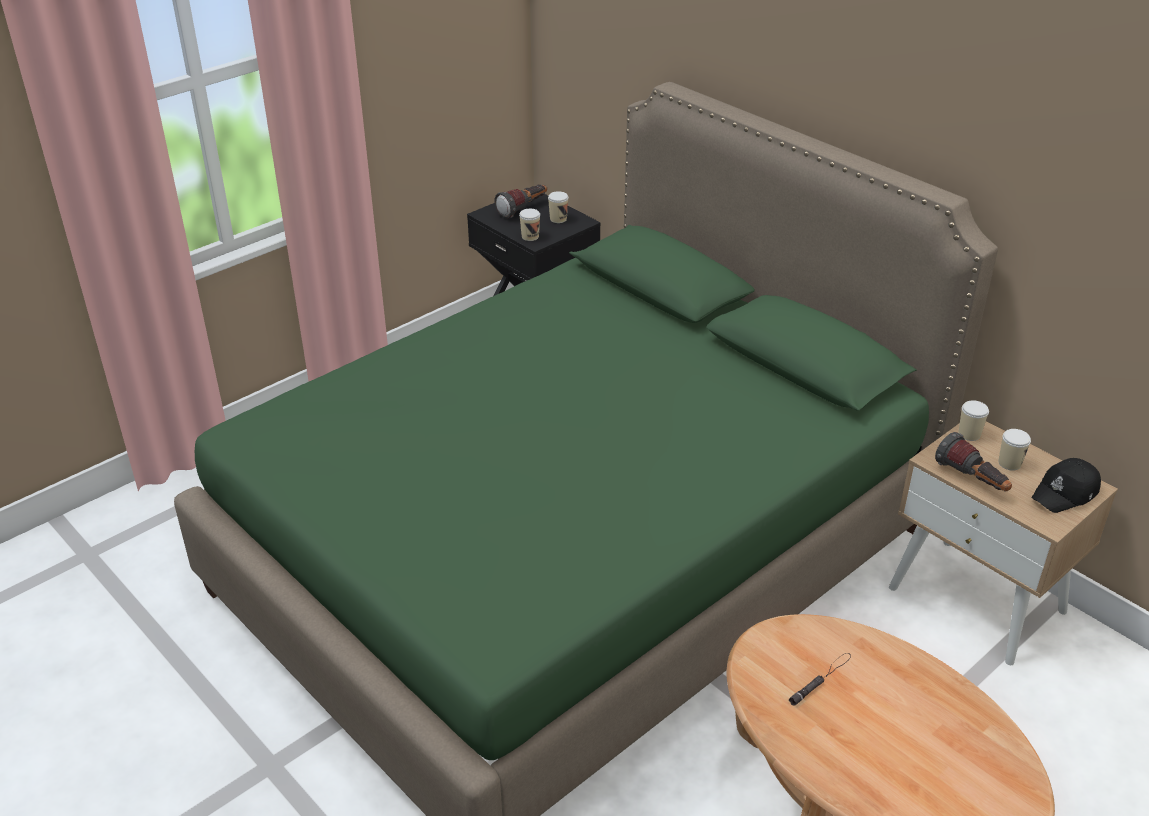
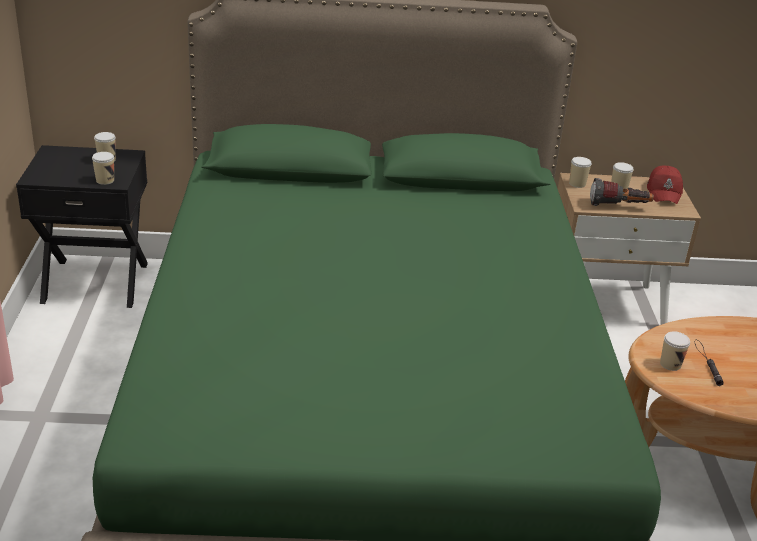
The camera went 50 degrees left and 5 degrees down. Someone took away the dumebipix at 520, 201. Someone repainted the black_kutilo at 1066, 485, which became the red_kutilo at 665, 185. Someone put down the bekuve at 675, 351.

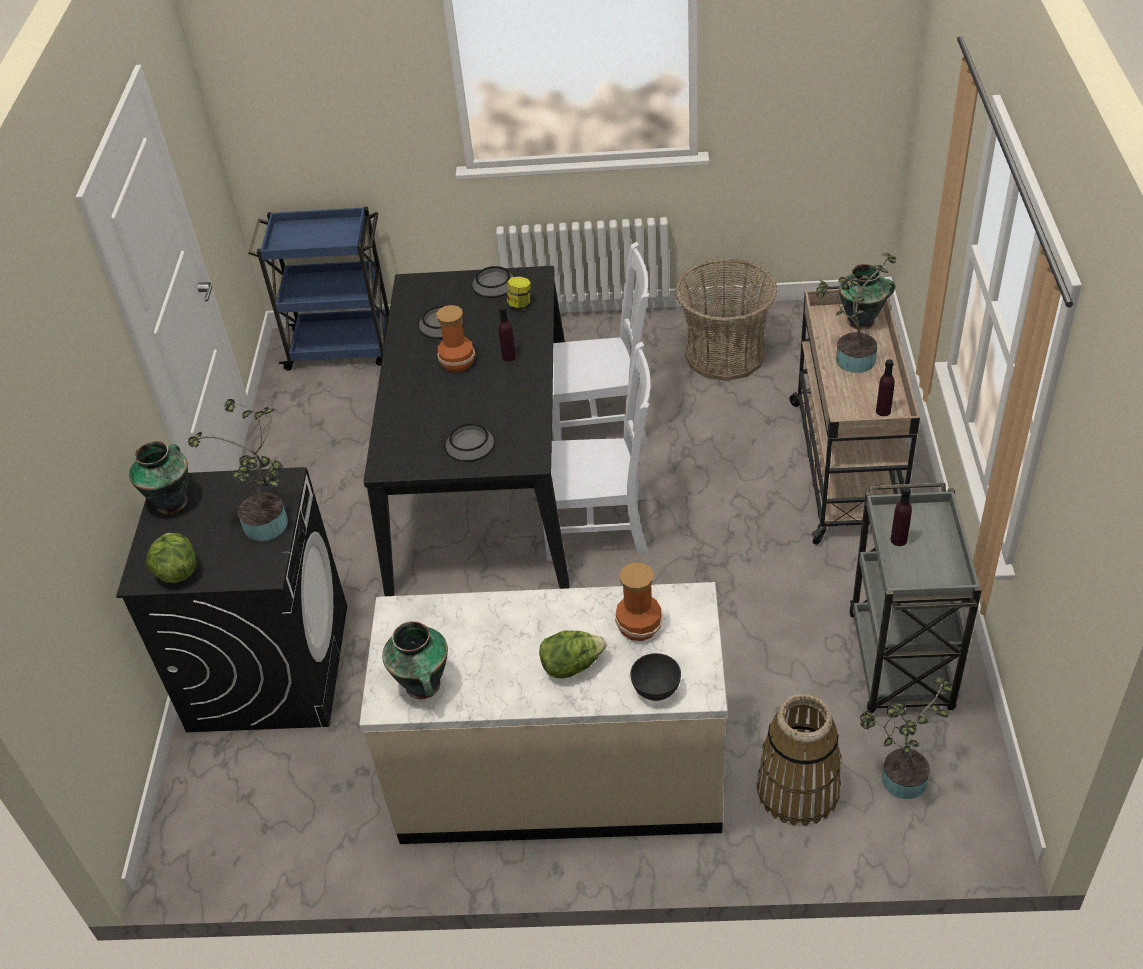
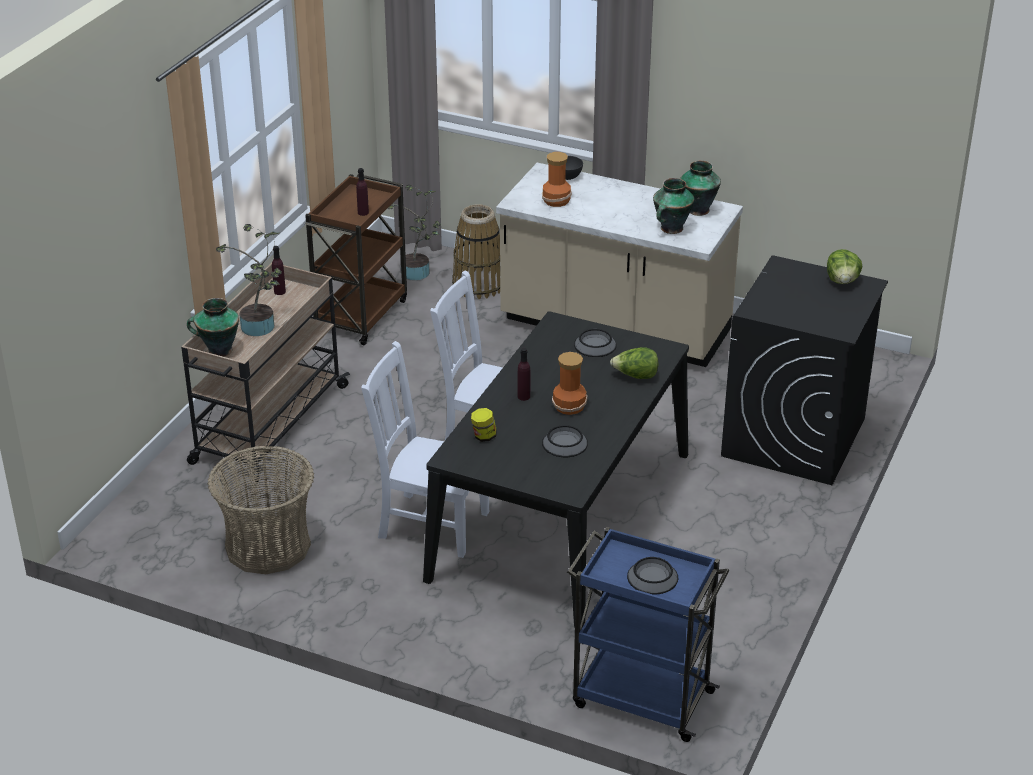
The camera went 160 degrees left and 10 degrees down. Someone carried the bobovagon from 158, 477 to 673, 206. Someone took away the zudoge at 238, 470. Someone carried the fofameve from 492, 282 to 652, 576. Someone carried the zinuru from 572, 654 to 634, 363. Someone repainted the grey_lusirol at 915, 597, which became the brown_lusirol at 356, 259.

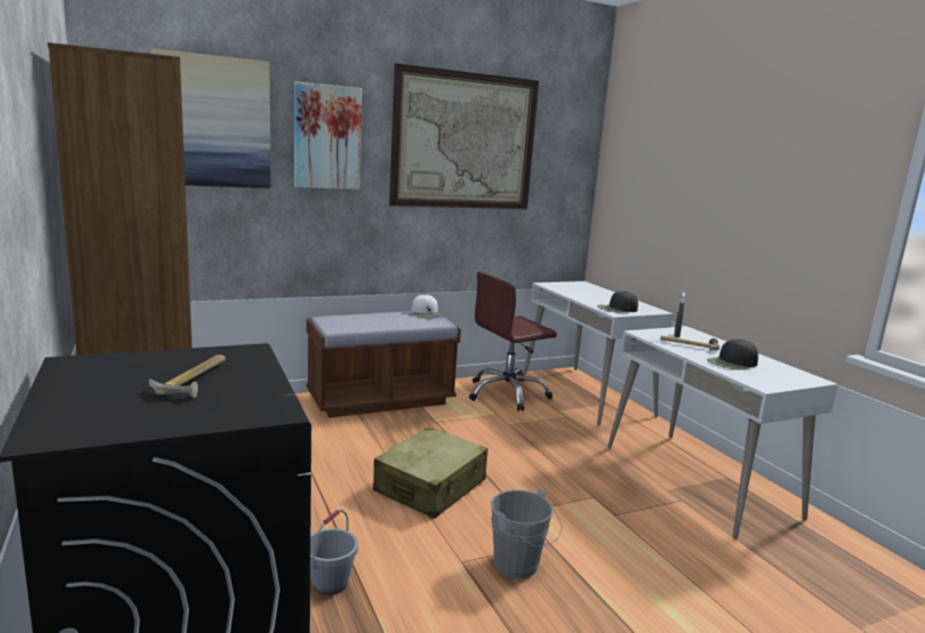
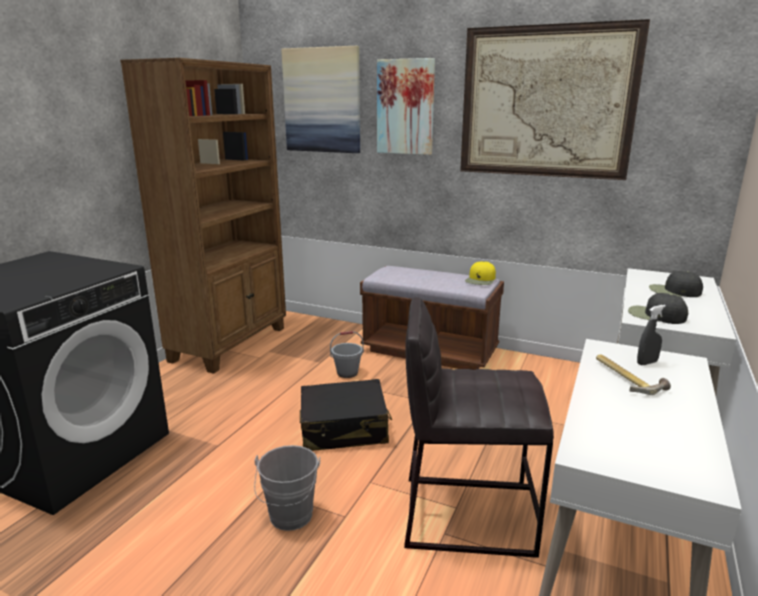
The camera went 50 degrees right and 5 degrees up. Someone took away the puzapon at 187, 376. Someone carried the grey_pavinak from 334, 552 to 347, 354. Someone repainted the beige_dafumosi at 430, 473, which became the black_dafumosi at 346, 415. Someone repainted the white_kutilo at 427, 305, which became the yellow_kutilo at 480, 273. Someone took away the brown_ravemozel at 513, 341. Someone carried the black_kutilo from 732, 354 to 676, 284. Someone put down the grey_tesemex at 479, 427.

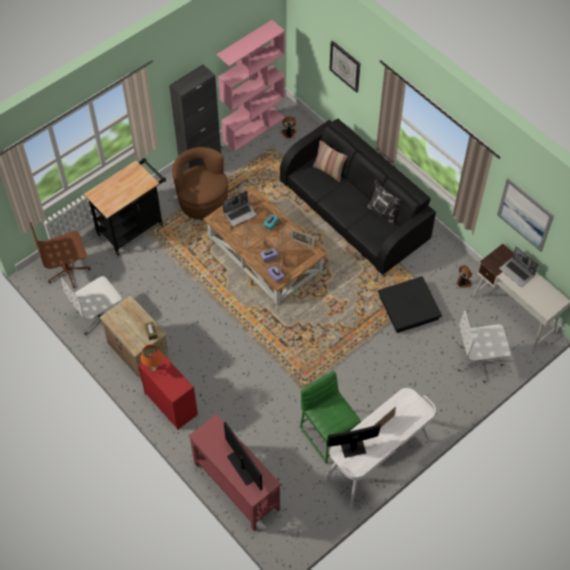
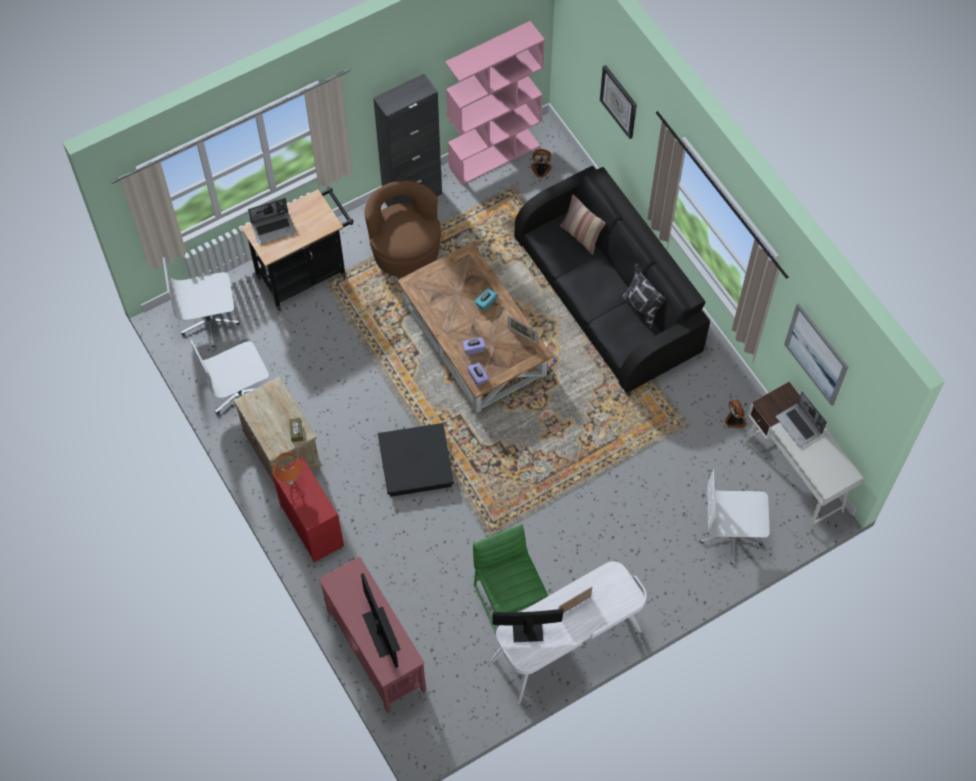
The camera went 10 degrees right and 5 degrees up. Someone repainted the brown_ravemozel at 60, 255, which became the white_ravemozel at 201, 302. Someone carried the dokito from 240, 208 to 272, 221. Someone carried the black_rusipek from 410, 304 to 416, 460.

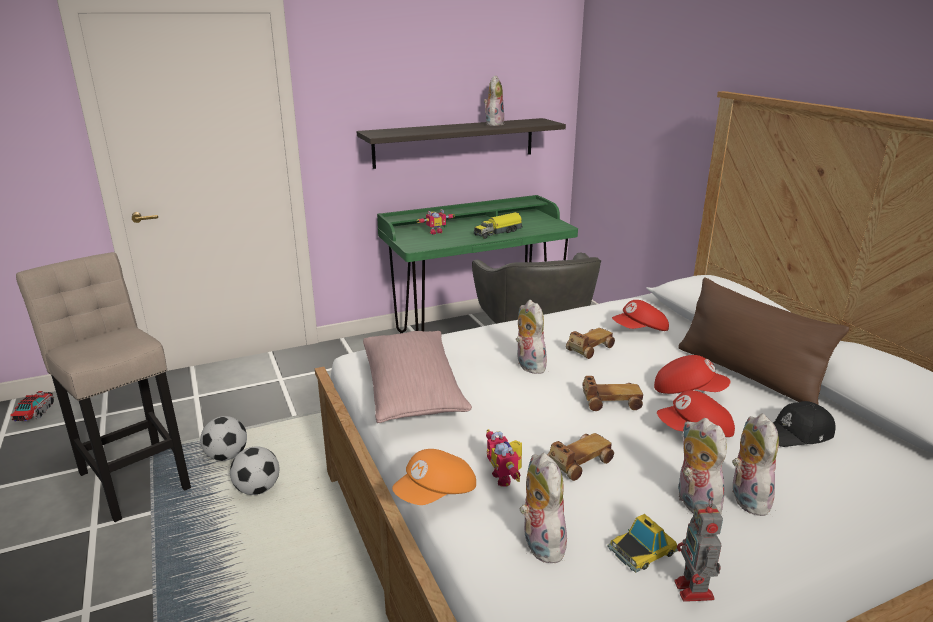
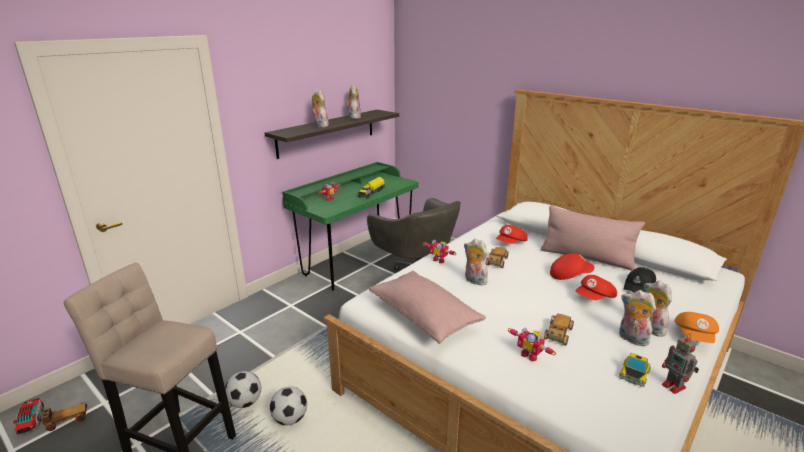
The camera went 25 degrees left and 0 degrees up. Someone carried the orange_kutilo from 434, 477 to 696, 327. Someone carried the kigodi from 544, 508 to 321, 108. Someone carried the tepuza from 612, 393 to 64, 417. Someone repainted the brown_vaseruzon at 763, 341, which became the pink_vaseruzon at 593, 238. Someone put down the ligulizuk at 440, 251.

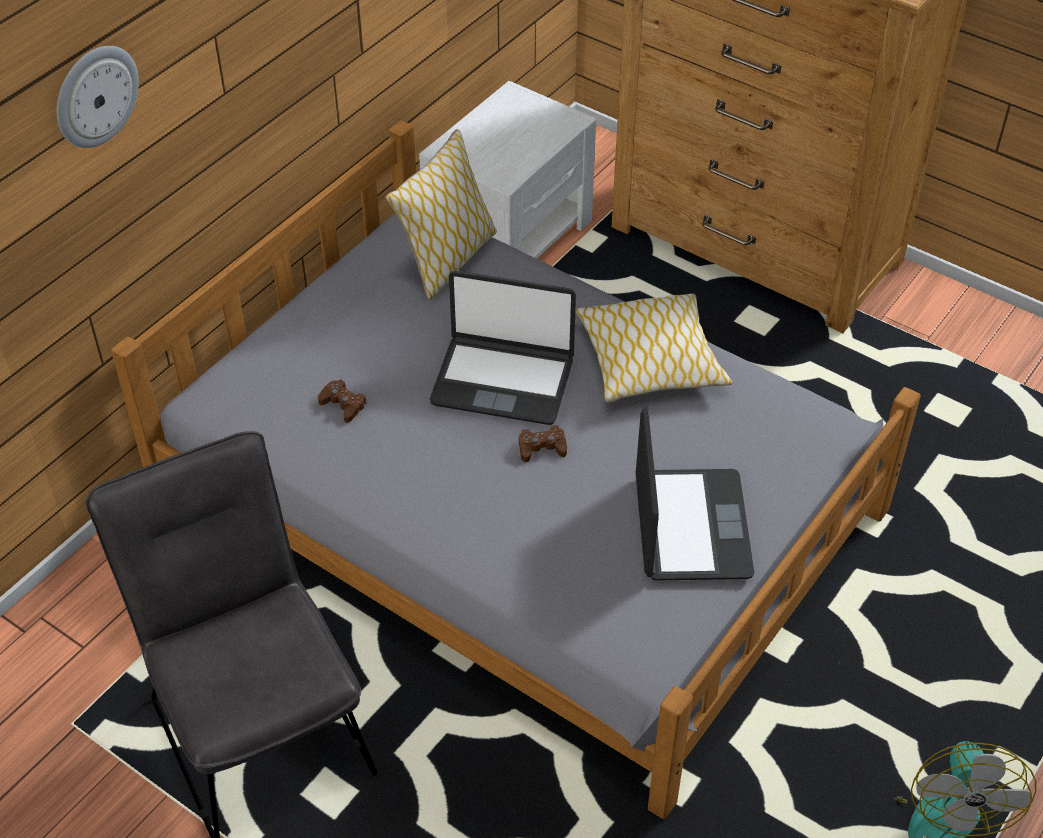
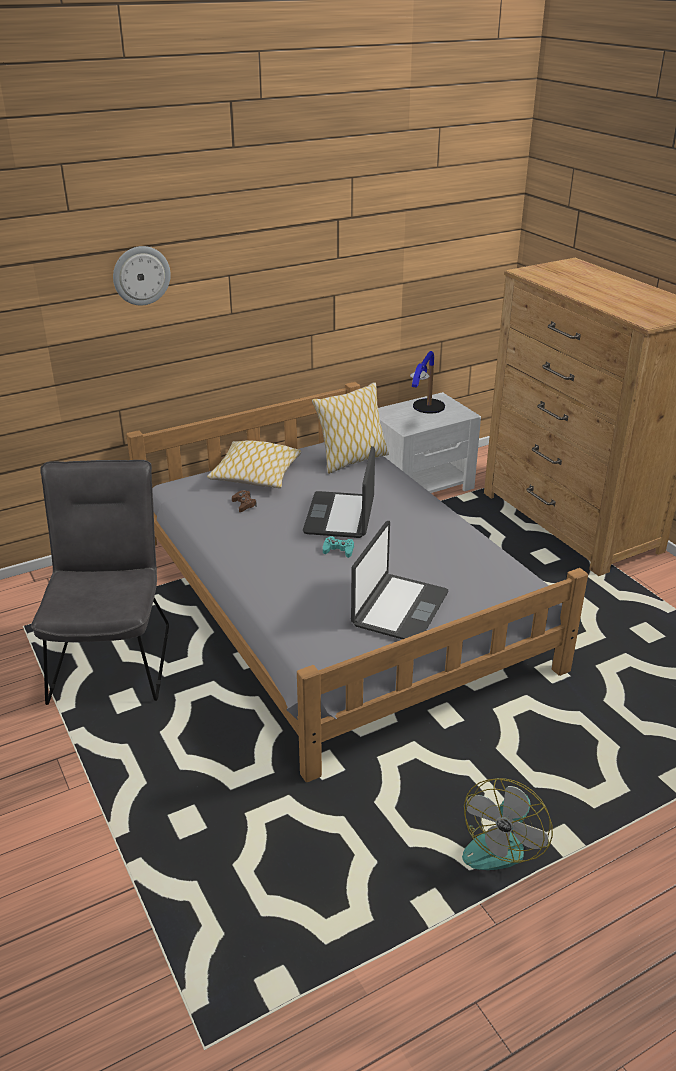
The camera went 25 degrees right and 15 degrees down. Someone rotated the dokito at 503, 348 by 60 degrees clockwise. Someone repainted the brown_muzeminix at 543, 443, which became the turquoise_muzeminix at 338, 547. Someone carried the vaseruzon from 653, 348 to 254, 464. Someone put down the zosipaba at 427, 382.

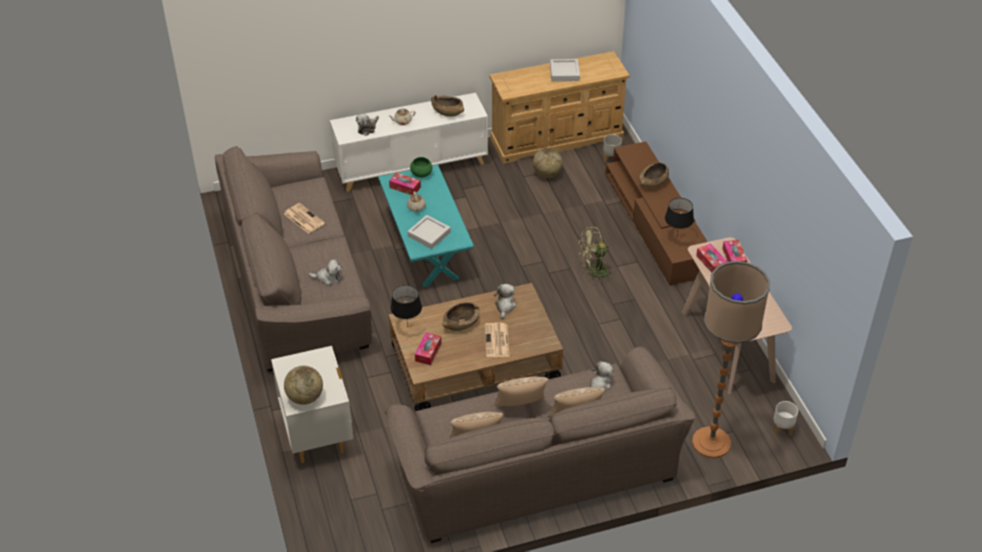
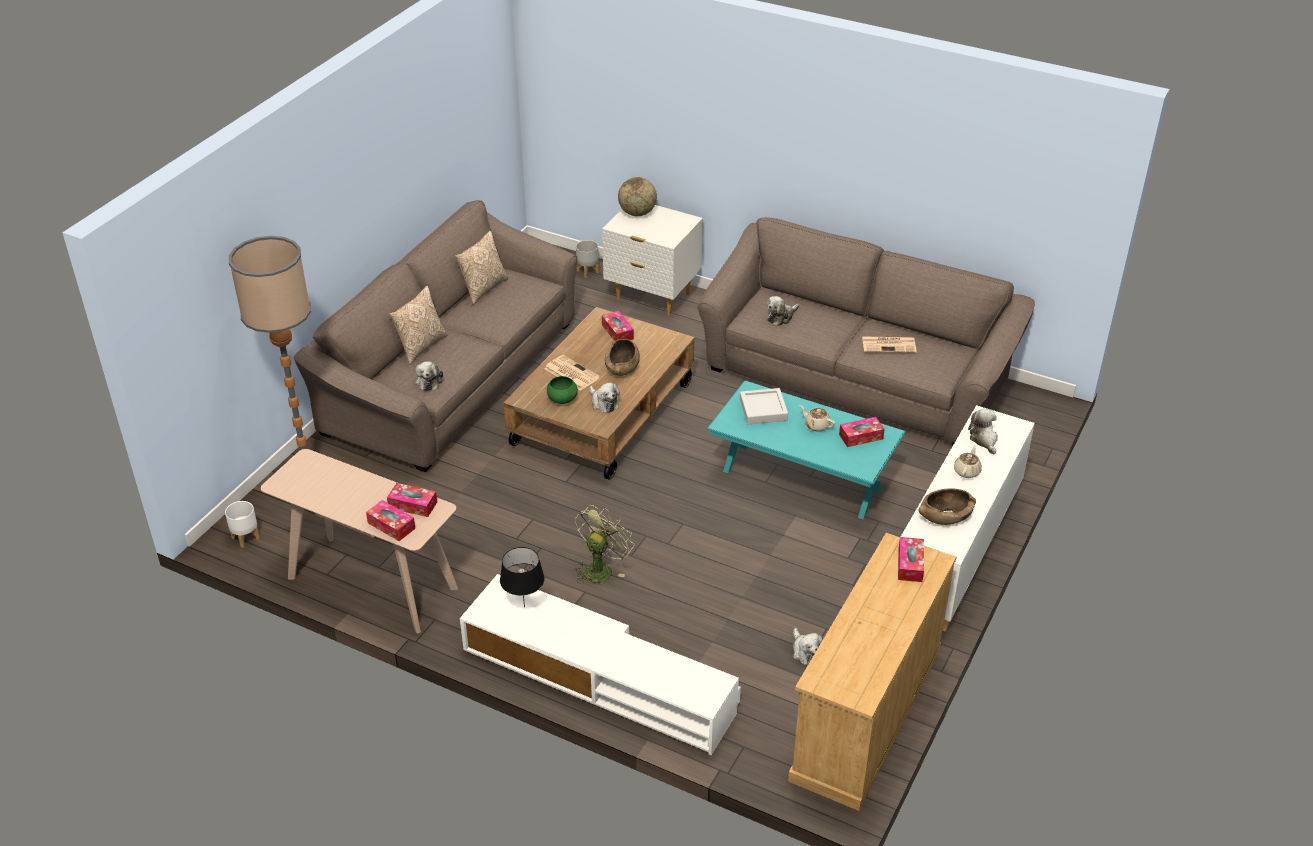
The camera went 135 degrees right and 5 degrees down. Someone took away the black_zosipaba at 406, 306. Someone carried the green_fofameve from 421, 167 to 562, 390. Someone took away the vaseruzon at 520, 391. Someone swapped the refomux at 548, 163 for the kigodi at 808, 646. Someone took away the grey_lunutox at 565, 70. Someone carried the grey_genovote from 612, 148 to 587, 259. Someone repainted the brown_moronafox at 657, 213, which became the white_moronafox at 600, 664. Someone took away the brown_fofameve at 654, 175. Someone put down the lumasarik at 911, 559.

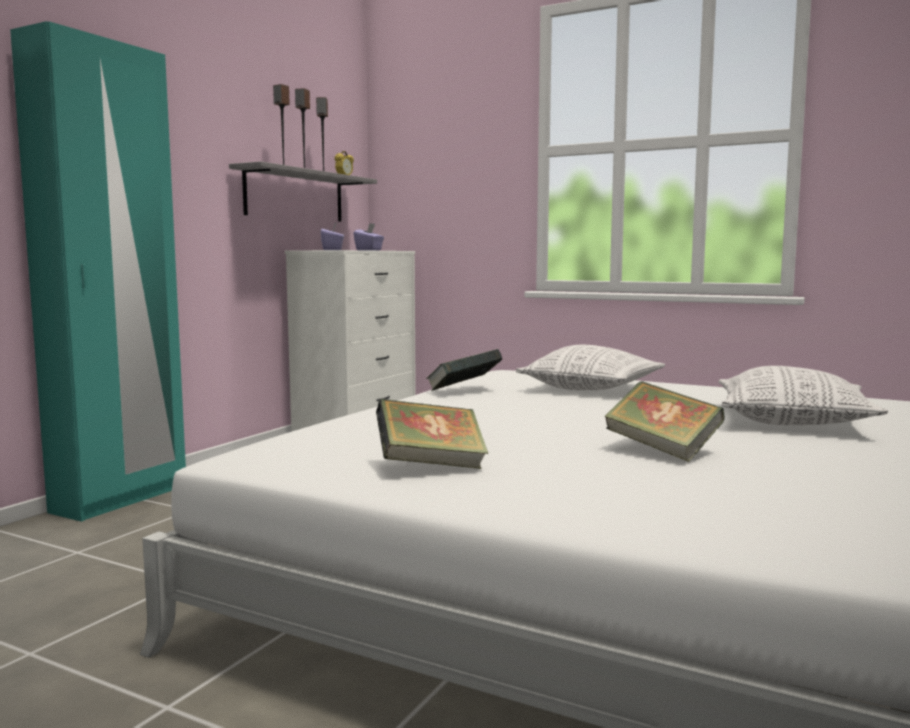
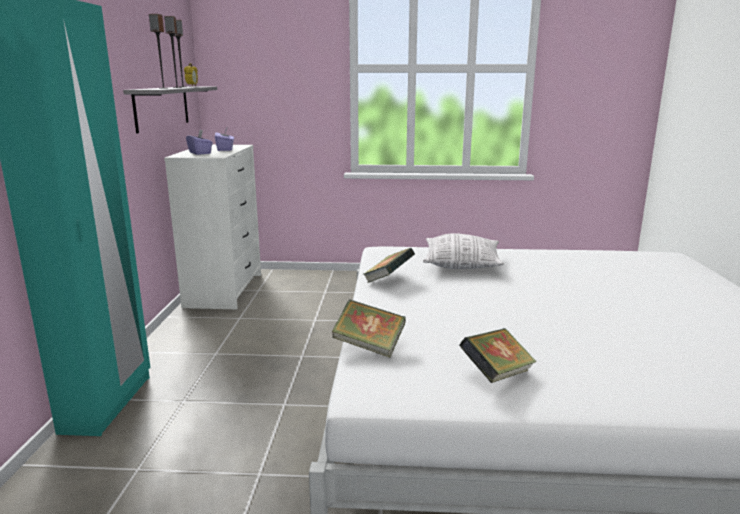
The camera went 25 degrees left and 10 degrees up. Someone carried the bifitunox from 664, 421 to 369, 328. Someone took away the vaseruzon at 803, 395.

